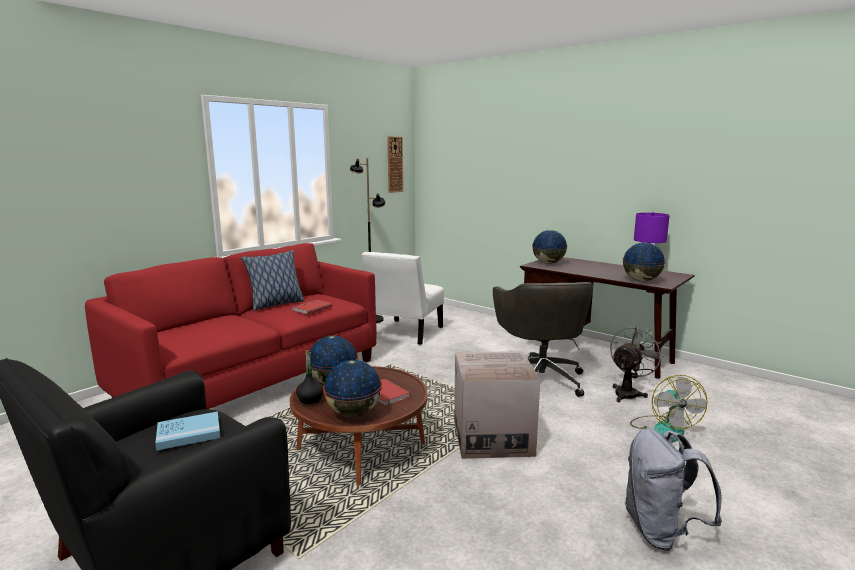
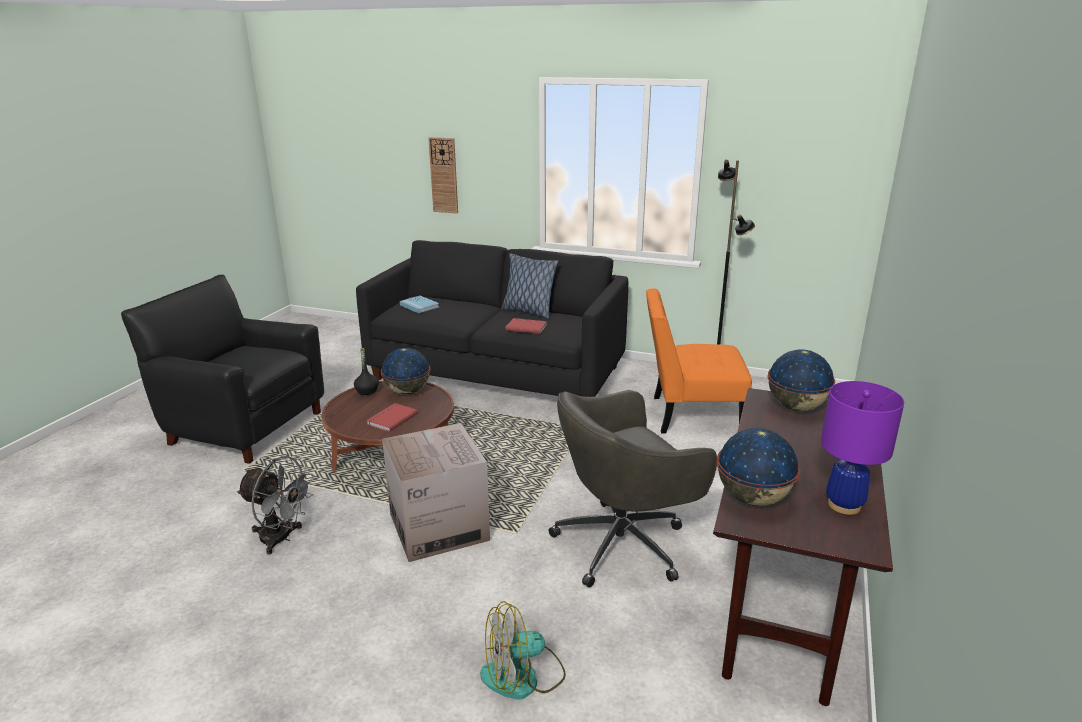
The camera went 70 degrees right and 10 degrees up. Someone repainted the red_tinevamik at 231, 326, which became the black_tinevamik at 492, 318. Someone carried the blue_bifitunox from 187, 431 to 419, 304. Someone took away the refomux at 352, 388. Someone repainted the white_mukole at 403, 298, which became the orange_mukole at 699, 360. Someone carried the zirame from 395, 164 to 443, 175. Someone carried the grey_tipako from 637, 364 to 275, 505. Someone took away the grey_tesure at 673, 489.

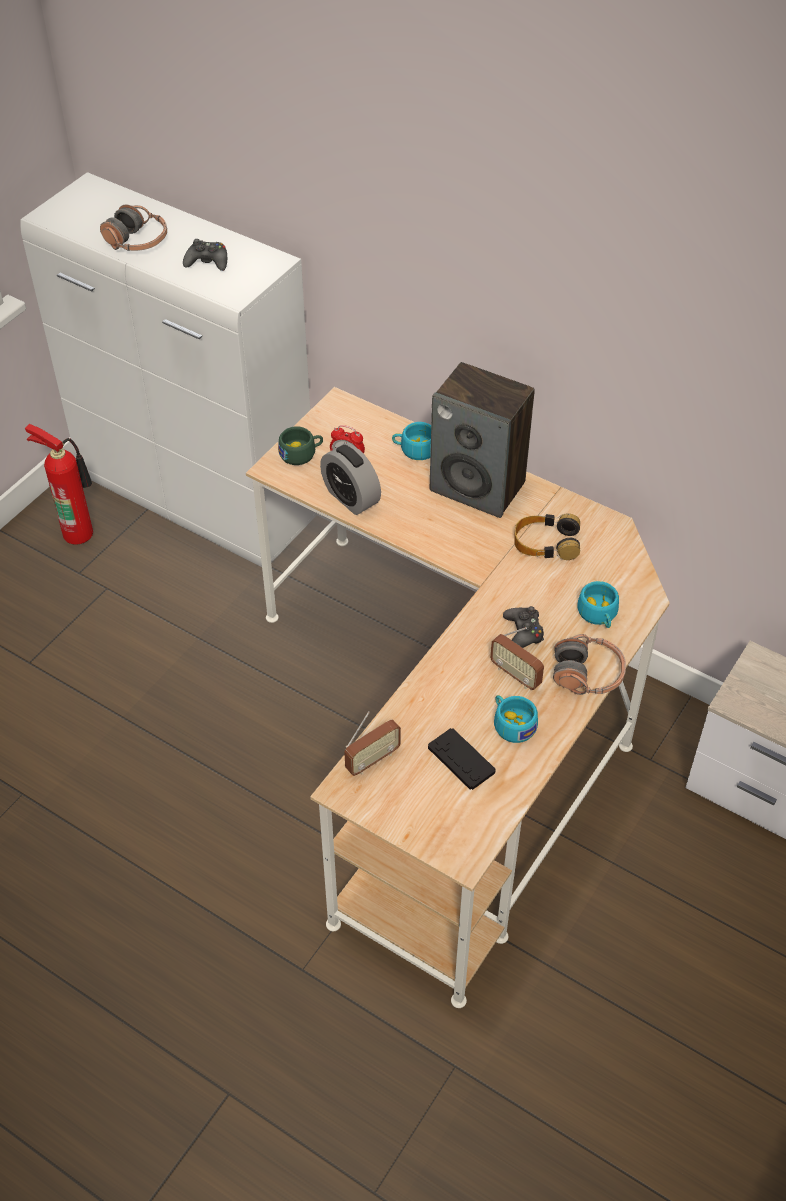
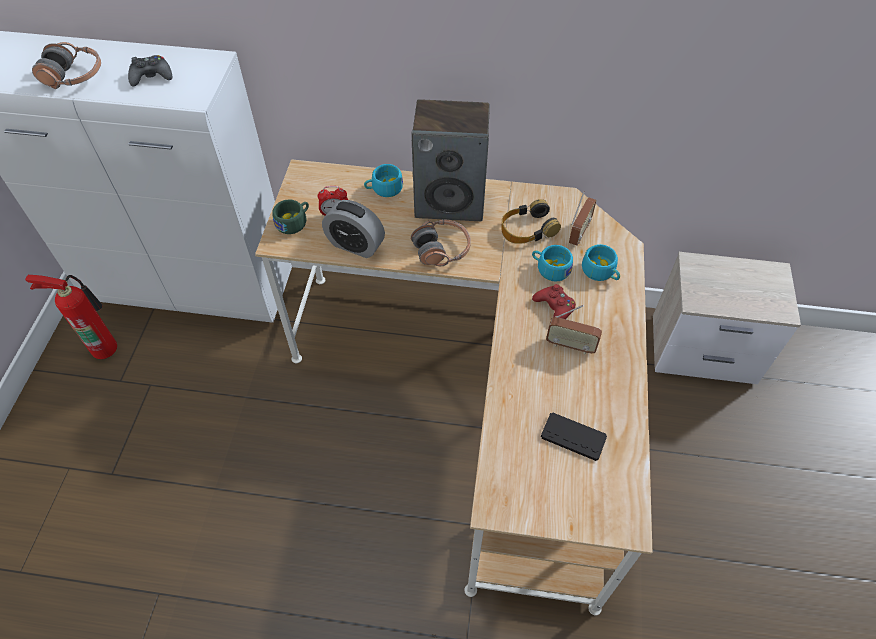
The camera went 25 degrees left and 5 degrees up. Someone carried the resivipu from 372, 743 to 583, 218. Someone carried the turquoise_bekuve from 516, 719 to 552, 263. Someone repainted the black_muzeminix at 523, 627, which became the red_muzeminix at 554, 301. Someone carried the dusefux from 589, 664 to 441, 242.

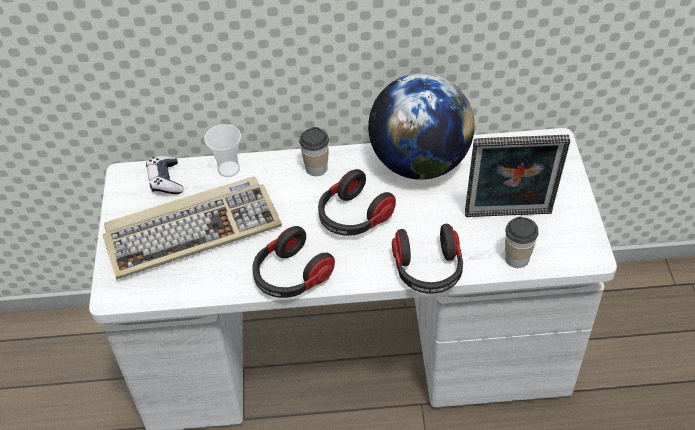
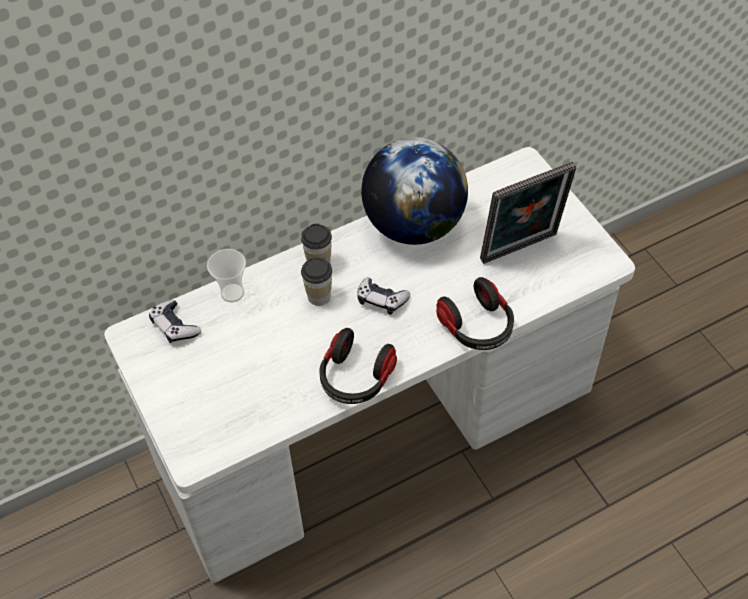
The camera went 25 degrees left and 5 degrees up. Someone took away the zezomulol at 192, 228. Someone swapped the dusefux at 357, 202 for the muzeminix at 383, 295. Someone carried the bekuve from 521, 242 to 316, 281.

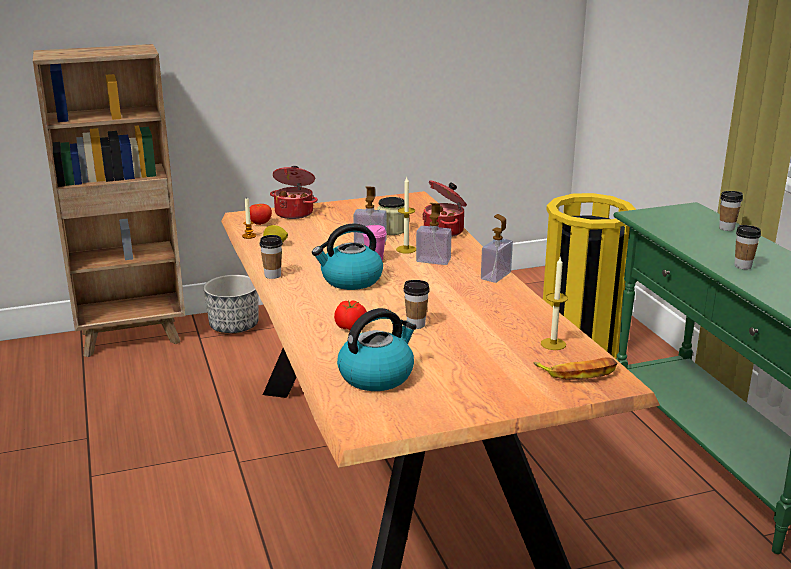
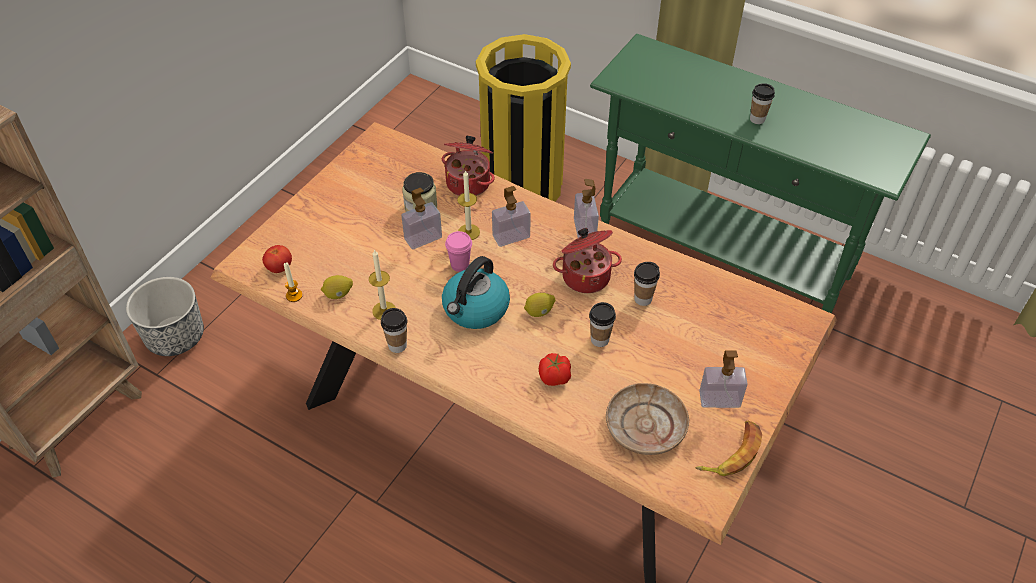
The camera went 40 degrees left and 25 degrees up. Someone carried the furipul from 294, 192 to 587, 260. Someone swapped the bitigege at 377, 349 for the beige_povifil at 647, 419. Someone carried the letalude from 575, 368 to 728, 448. Someone carried the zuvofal from 554, 303 to 382, 284. Someone carried the bekuve from 731, 211 to 647, 284. Someone put down the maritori at 539, 305. Someone put down the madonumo at 723, 379.

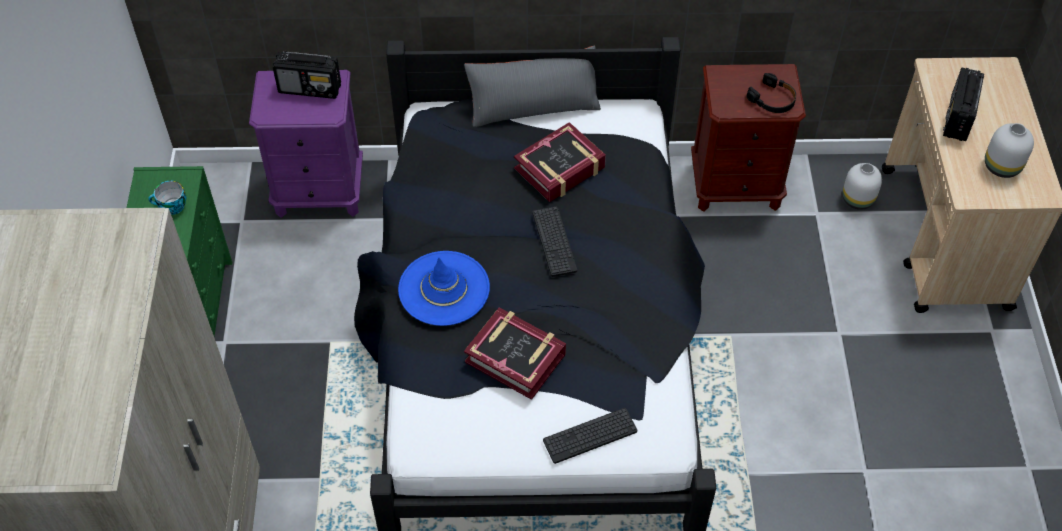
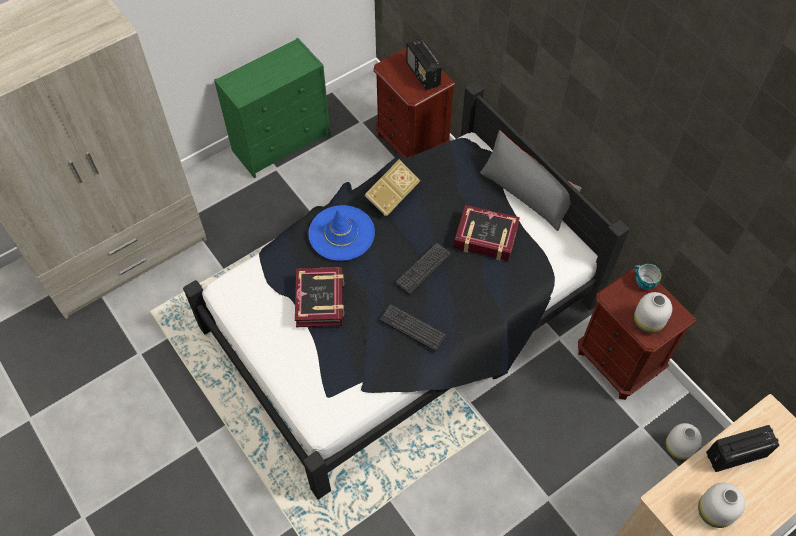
The camera went 55 degrees right and 5 degrees up. Someone carried the bekuve from 167, 198 to 648, 277. Someone repainted the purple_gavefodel at 306, 144, which became the brown_gavefodel at 414, 103. Someone carried the zezomulol from 590, 436 to 413, 328. Someone swapped the black_dusefux at 771, 93 for the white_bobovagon at 653, 313. Someone put down the bifitunox at 392, 187.

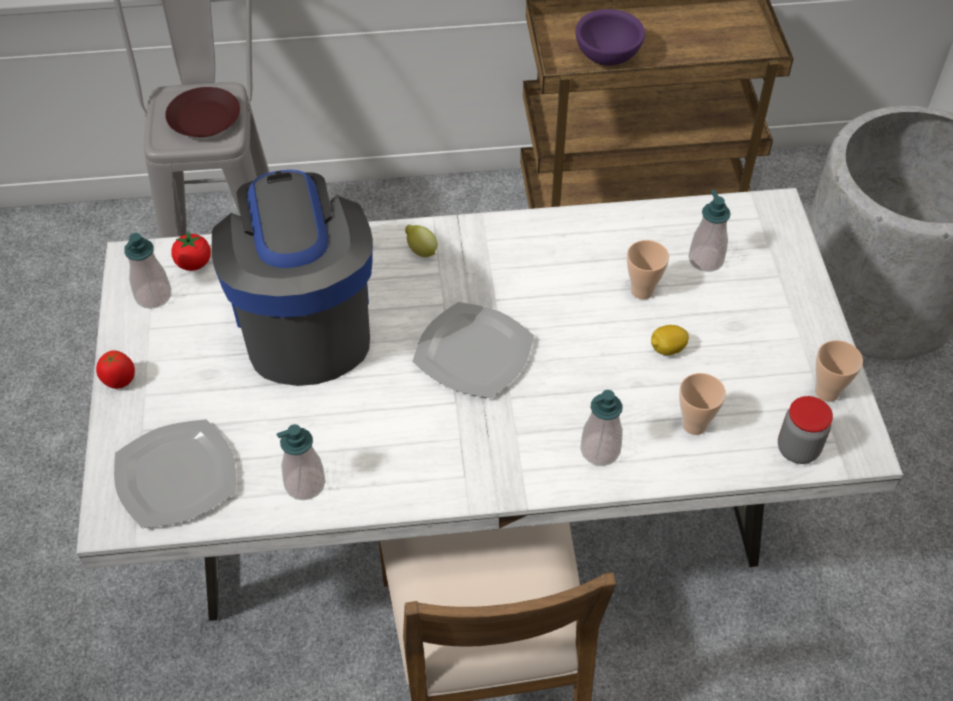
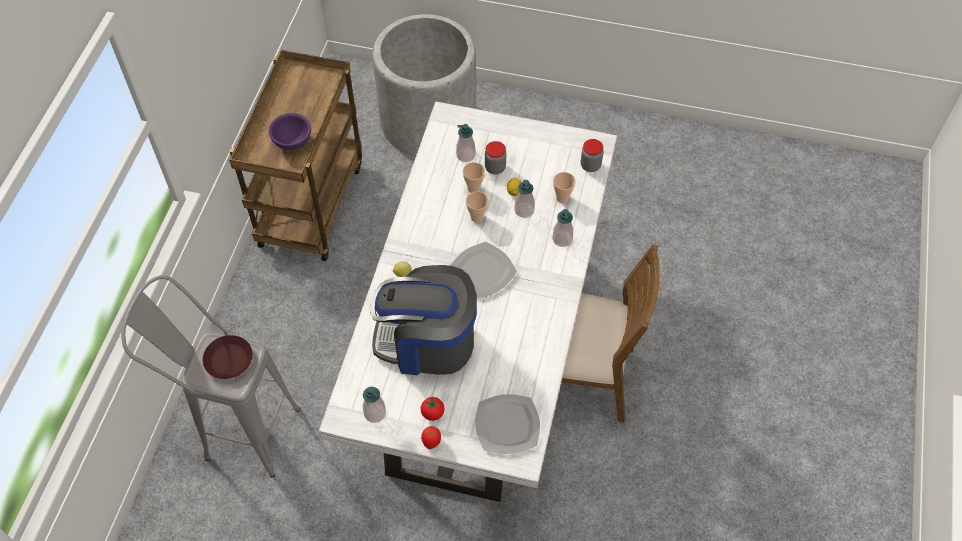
The camera went 70 degrees left and 5 degrees up. Someone carried the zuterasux from 191, 251 to 433, 409. Someone carried the madonumo from 301, 462 to 524, 199. Someone carried the bekuve from 839, 371 to 477, 207. Someone put down the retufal at 495, 157.

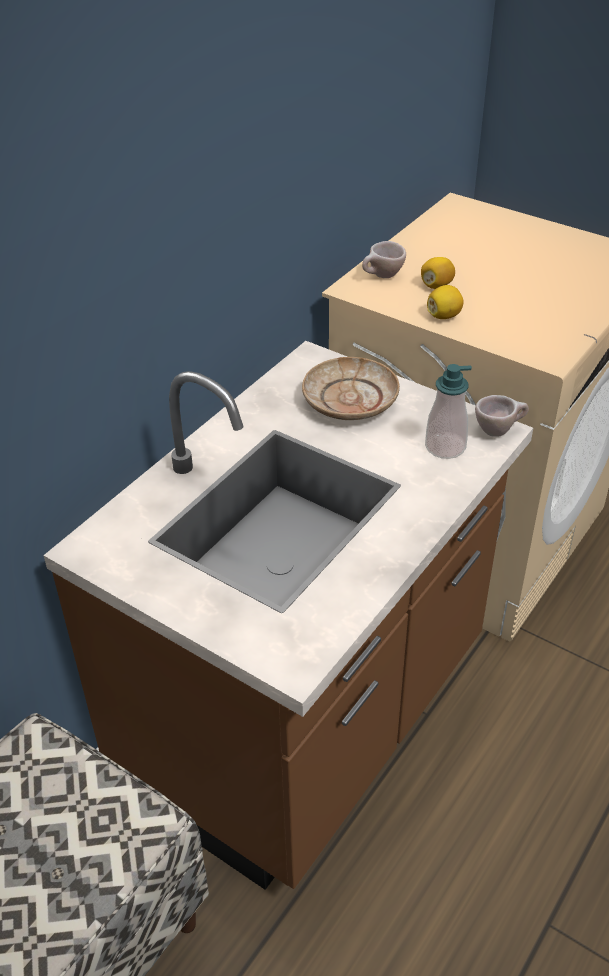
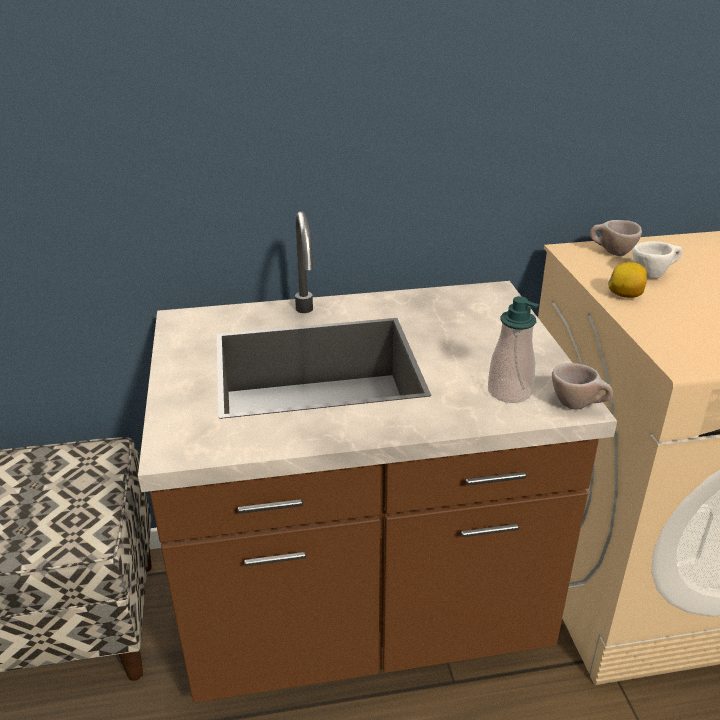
The camera went 45 degrees right and 10 degrees down. Someone took away the beige_povifil at 351, 388. Someone swapped the maritori at 438, 273 for the white_bekuve at 657, 260.

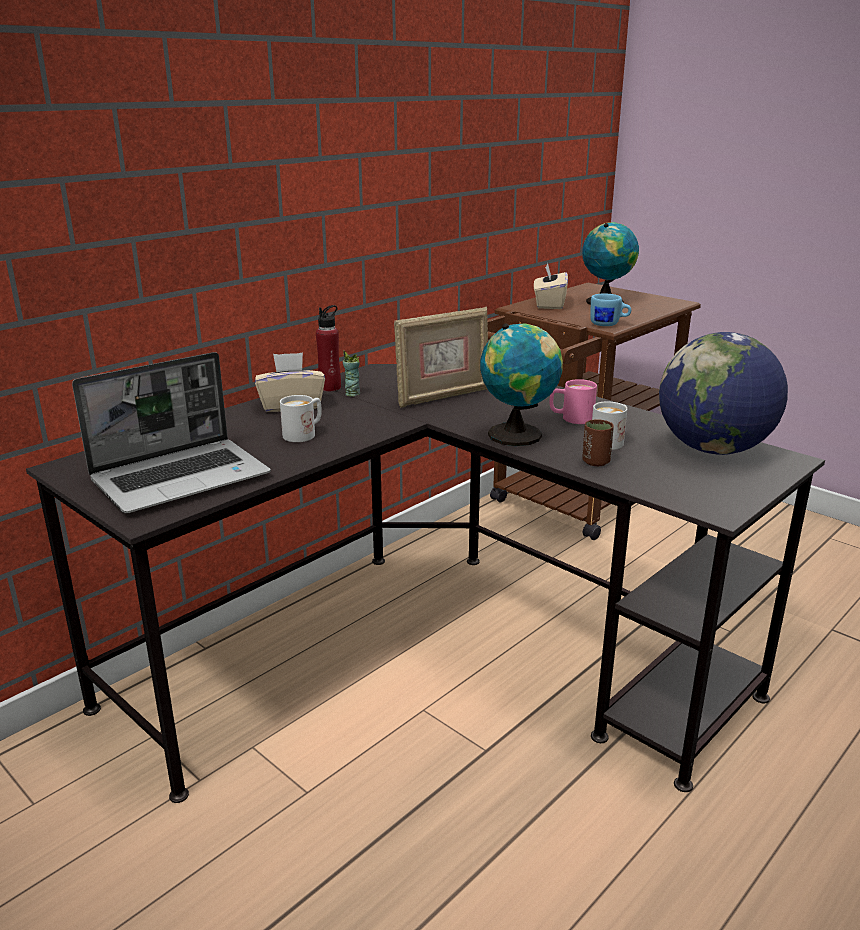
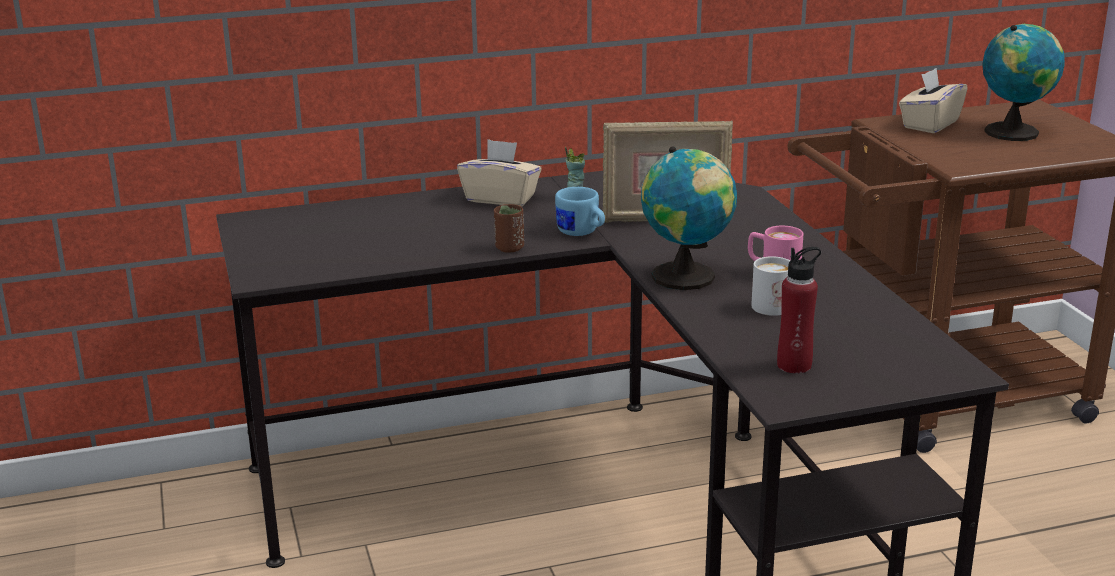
The camera went 30 degrees right and 0 degrees up. Someone took away the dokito at 171, 432. Someone took away the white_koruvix at 301, 418. Someone carried the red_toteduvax from 328, 348 to 799, 310. Someone carried the brown_bekuve from 598, 442 to 509, 228. Someone carried the blue_koruvix from 610, 310 to 580, 211. Someone took away the refomux at 723, 393.

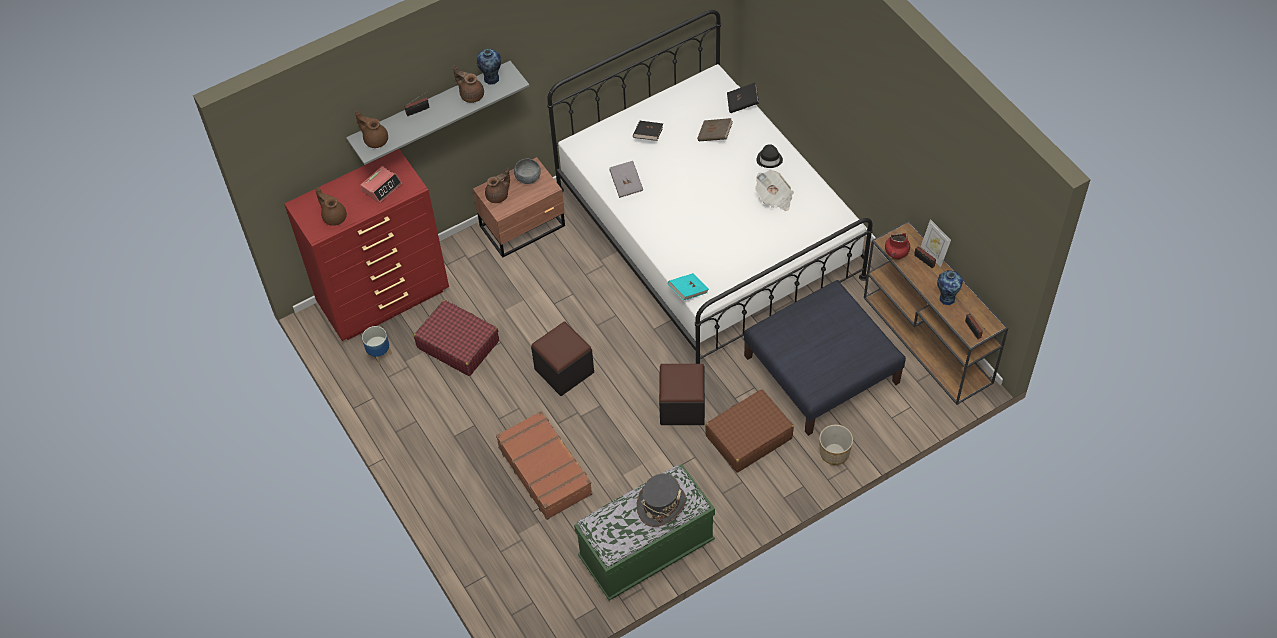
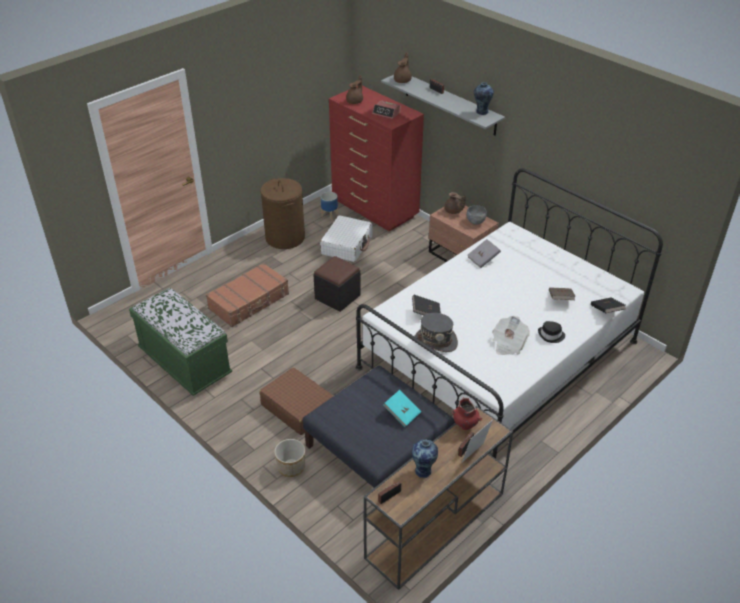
The camera went 75 degrees right and 15 degrees down. Someone repainted the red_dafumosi at 456, 338, which became the white_dafumosi at 346, 238. Someone took away the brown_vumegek at 468, 84. Someone carried the black_bifitunox from 648, 131 to 426, 305. Someone carried the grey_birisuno from 661, 500 to 436, 332. Someone took away the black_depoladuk at 682, 394. Someone carried the turquoise_bifitunox from 688, 287 to 402, 408. Someone put down the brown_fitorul at 282, 213.

